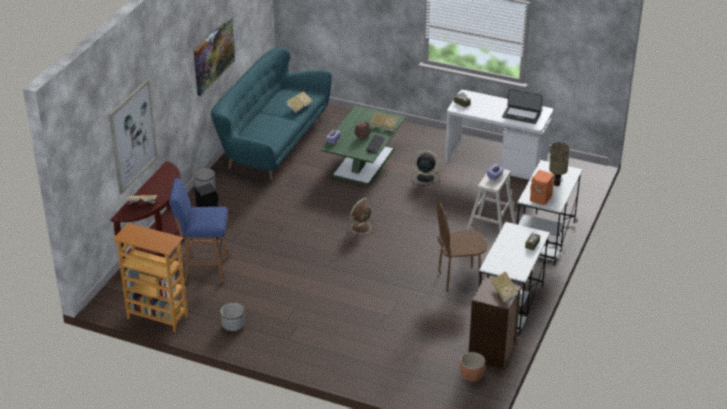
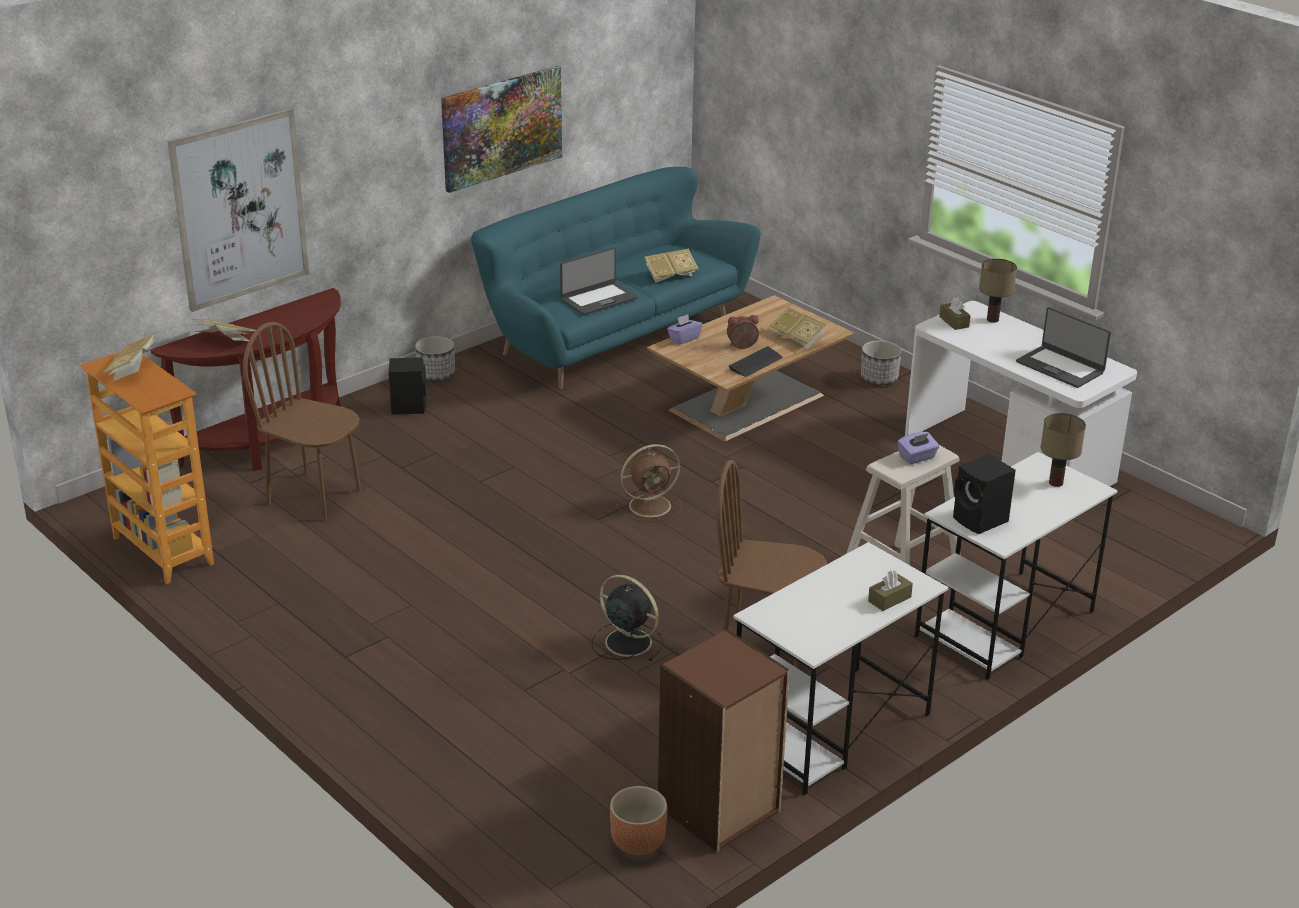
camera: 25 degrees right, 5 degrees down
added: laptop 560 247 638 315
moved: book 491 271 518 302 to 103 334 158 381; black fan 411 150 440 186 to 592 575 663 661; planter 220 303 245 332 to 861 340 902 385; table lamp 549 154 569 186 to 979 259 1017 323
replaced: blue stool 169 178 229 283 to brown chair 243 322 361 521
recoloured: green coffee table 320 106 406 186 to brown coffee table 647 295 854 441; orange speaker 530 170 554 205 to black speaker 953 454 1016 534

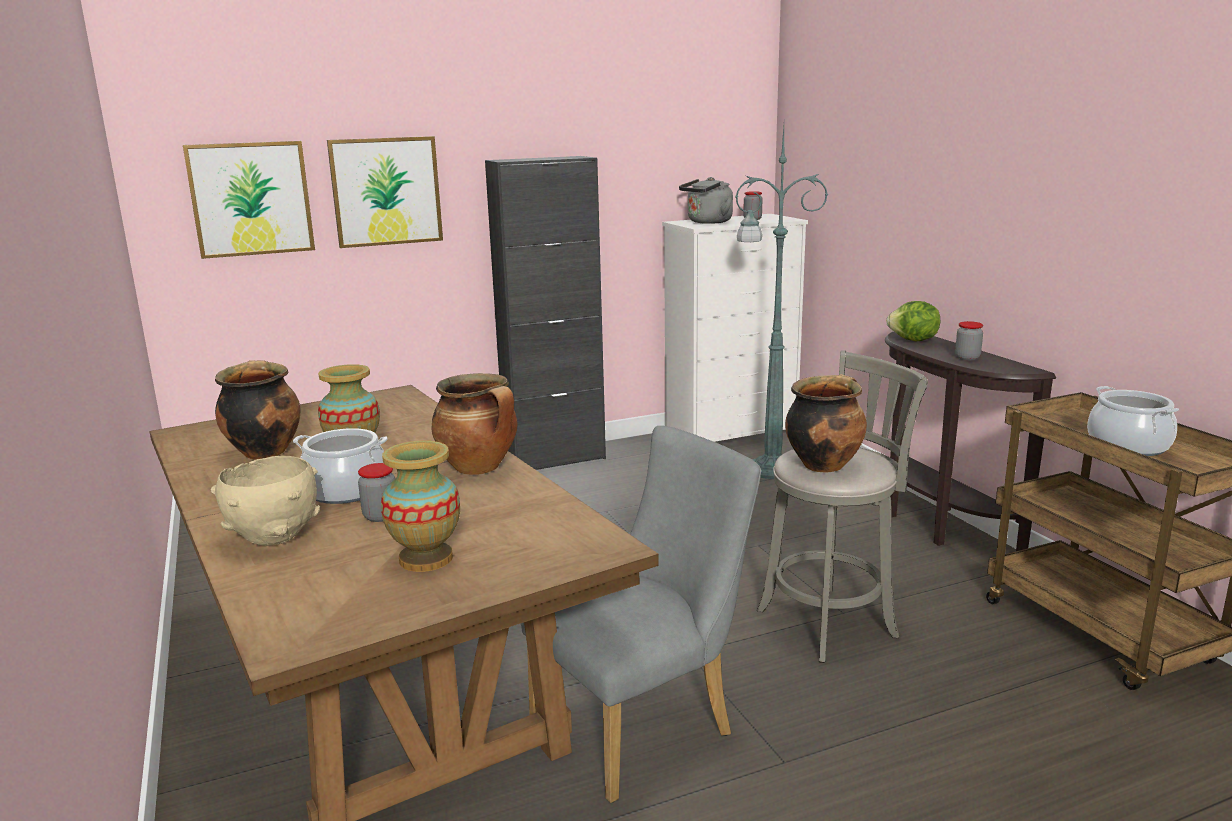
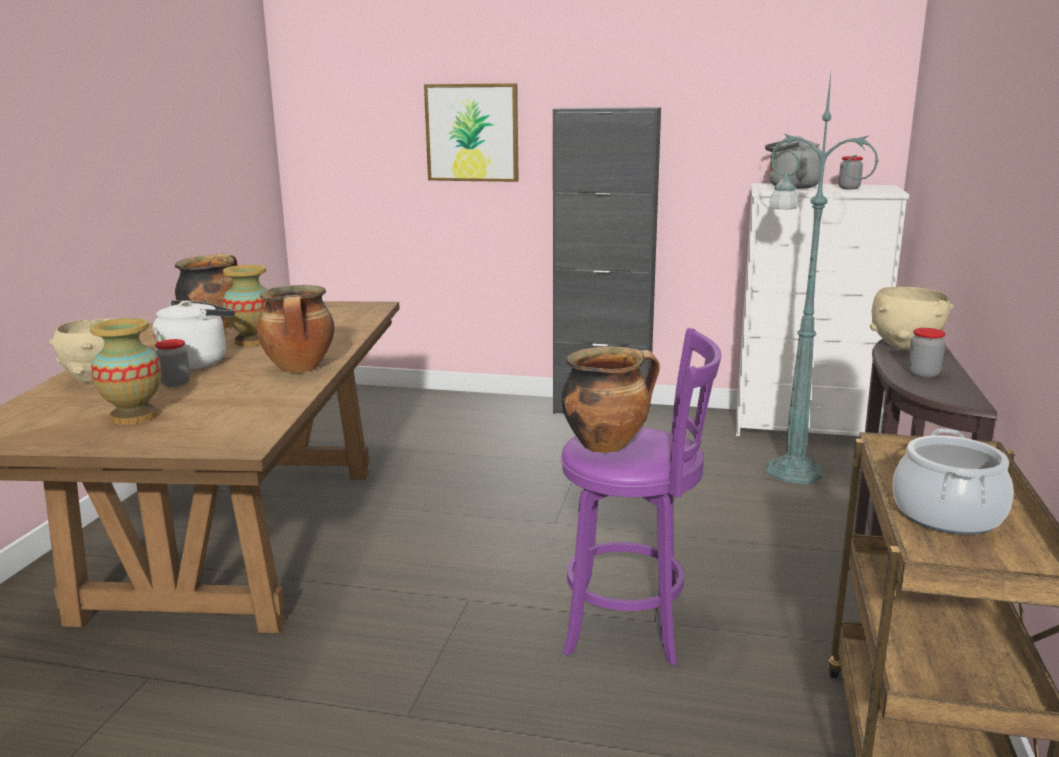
camera: 35 degrees right, 0 degrees up
removed: picture 183 141 315 259; grey chair 521 426 761 803
replaced: cooking pot 293 428 387 504 to white kettle 153 300 235 369; lettuce 886 301 940 342 to beige bowl 870 287 953 350
recoloured: grey stool 757 350 928 663 to purple stool 561 328 721 666

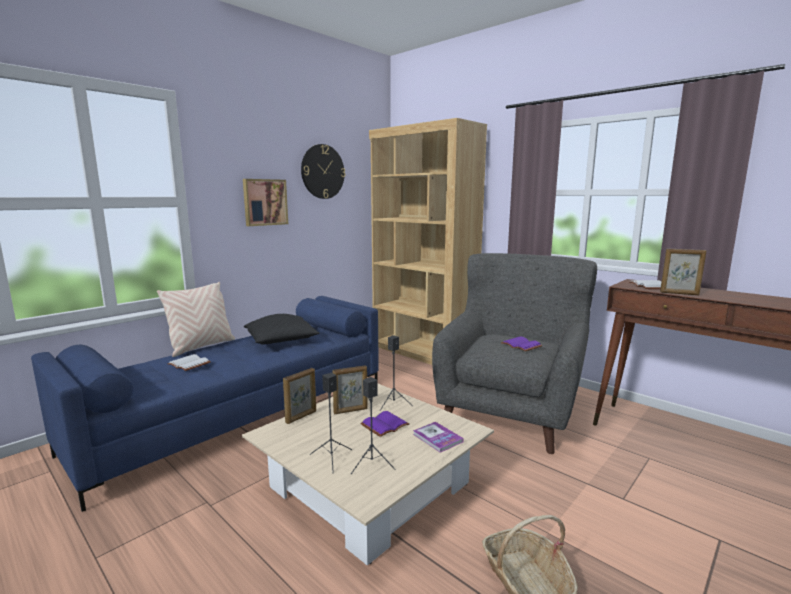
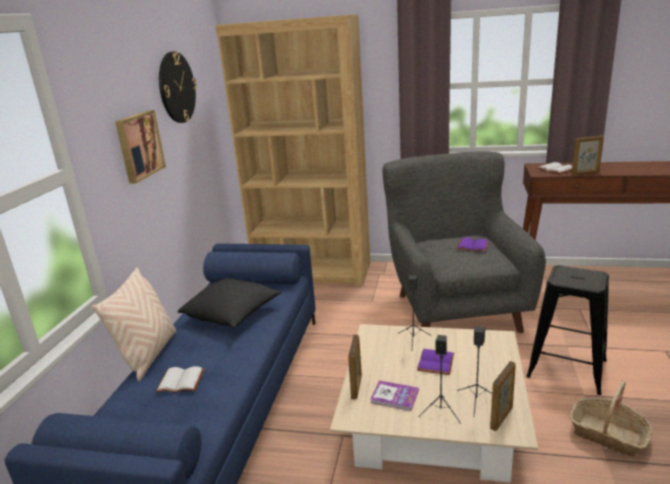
camera: 30 degrees left, 10 degrees up
added: black stool 526 265 609 395
moved: book 413 422 464 453 to 370 380 419 411; picture frame 332 365 367 414 to 490 361 516 431

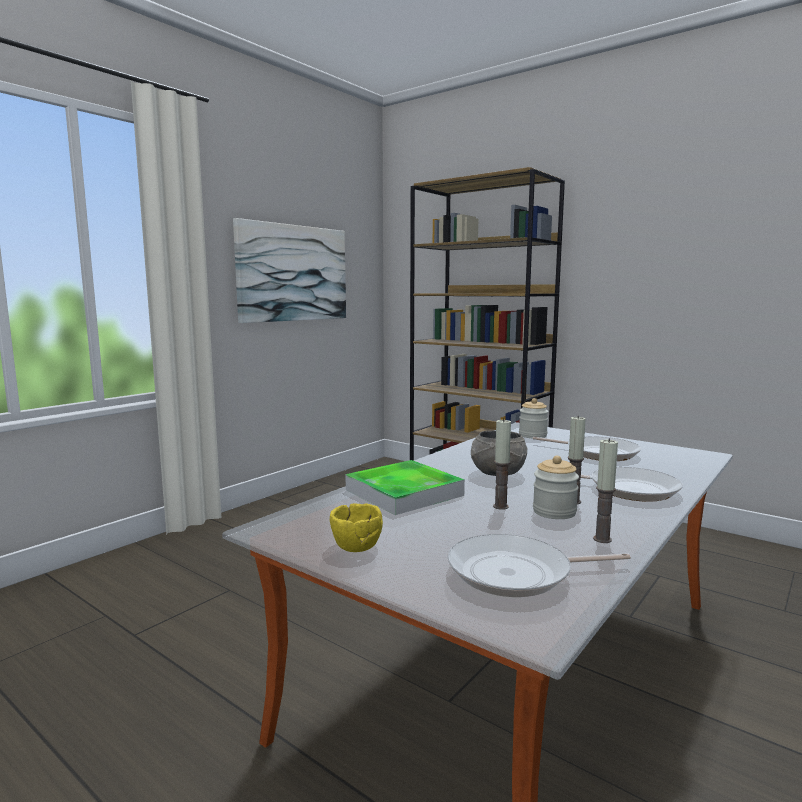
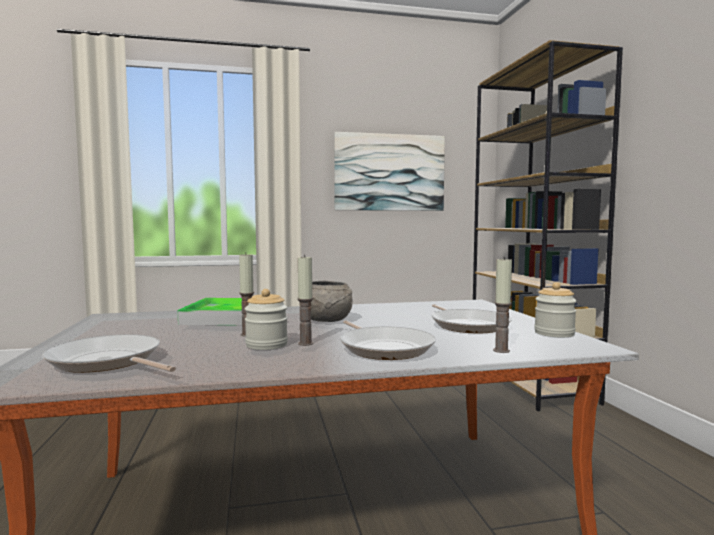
camera: 40 degrees right, 5 degrees down
removed: yellow bowl 330 503 383 552
moved: candle 593 438 618 543 to 493 257 512 353; jar 519 398 548 438 to 534 282 577 337

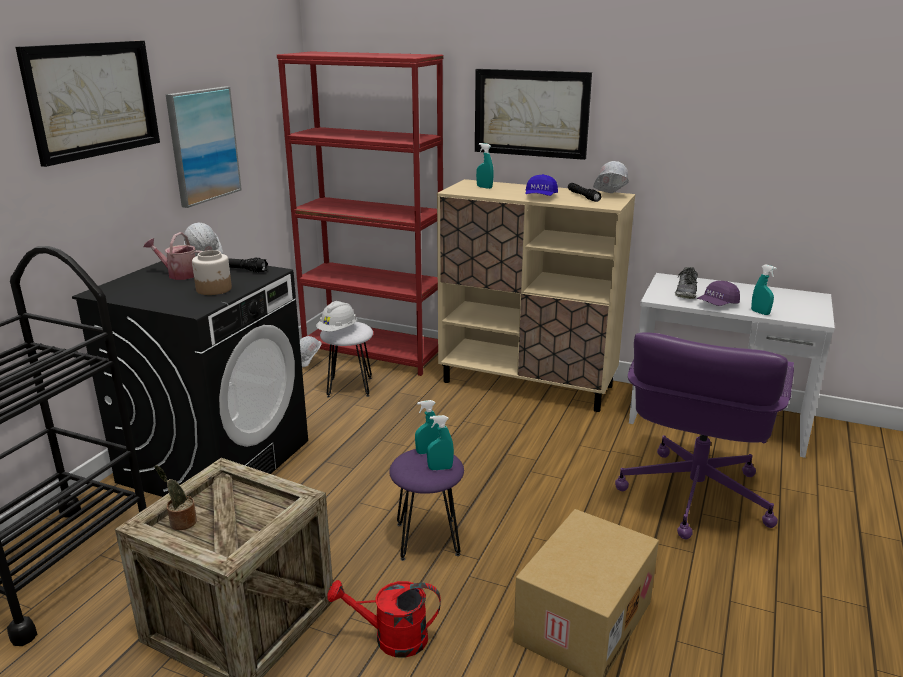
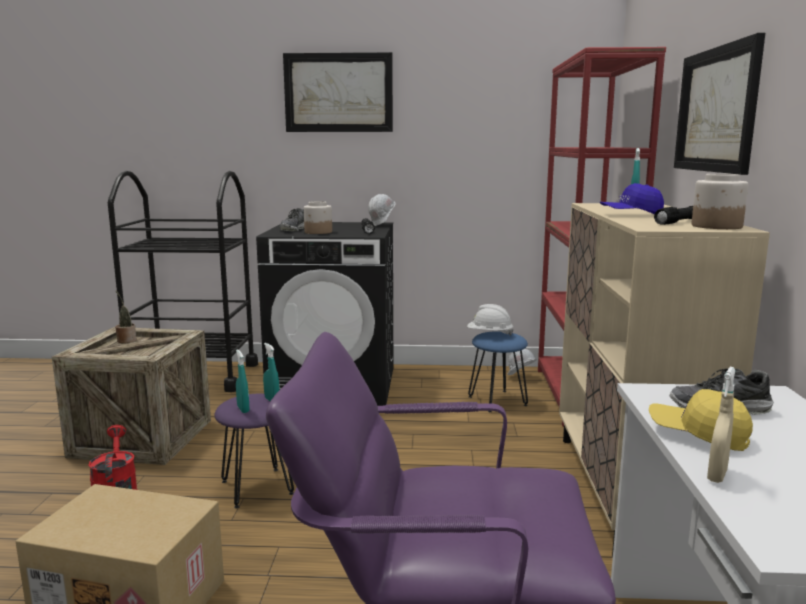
camera: 70 degrees right, 10 degrees down
removed: watering can 143 232 202 280; picture 166 86 242 208
added: shoe 280 208 304 231
replaced: white hard hat 593 161 629 193 to jar 692 174 748 229
recoloured: white stool 320 322 373 398 to blue stool 468 331 528 412; purple cap 697 281 740 306 to yellow cap 649 389 753 451; turquoise spray bottle 751 264 777 315 to beige spray bottle 707 367 736 483

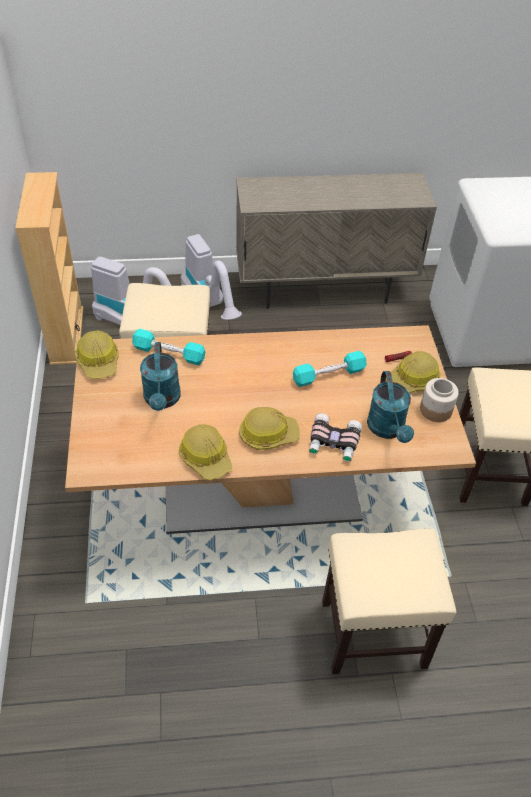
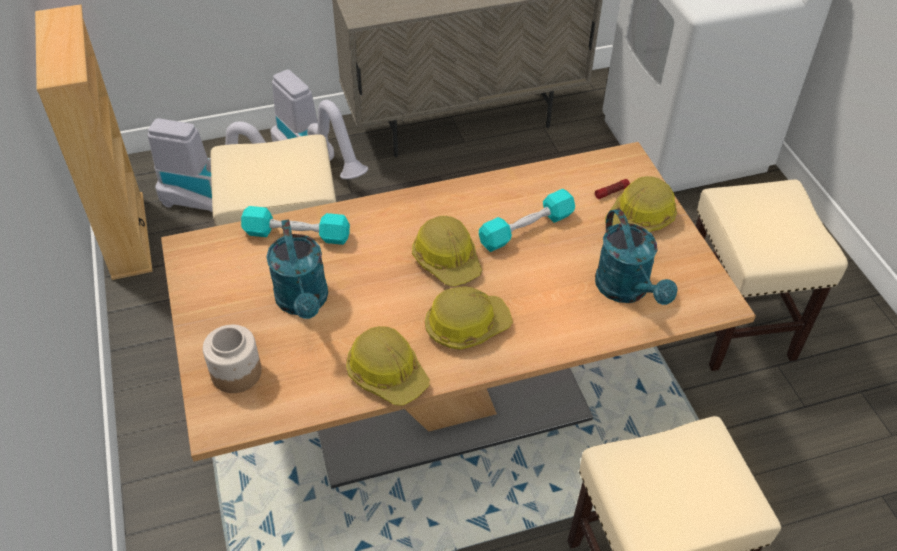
camera: 10 degrees left, 0 degrees up
removed: binoculars 309 413 362 462
moved: jar 420 378 459 422 to 203 325 262 393; hard hat 75 330 119 379 to 412 216 482 286

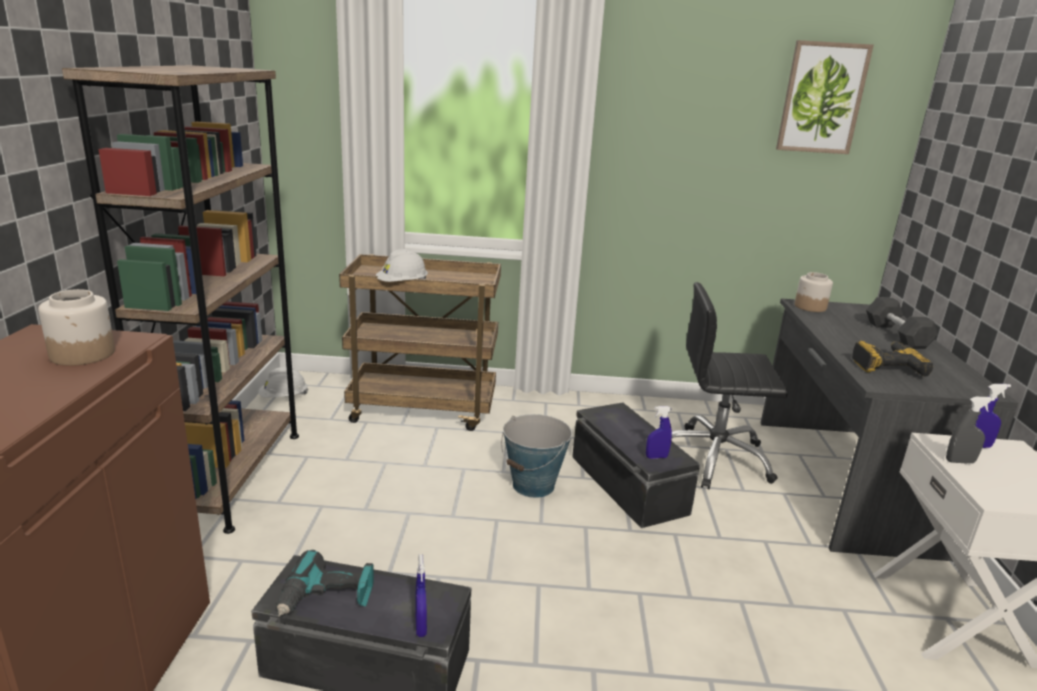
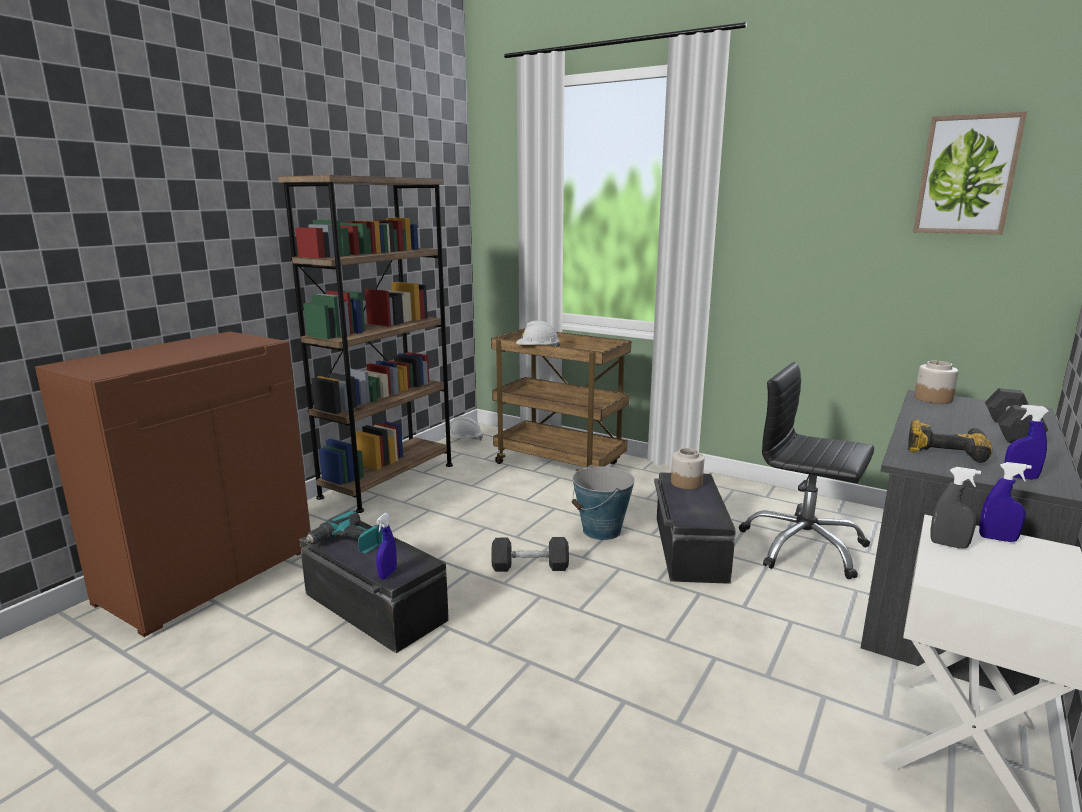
camera: 30 degrees right, 5 degrees down
added: grey dumbbell 491 537 569 572
moved: jar 38 289 115 366 to 671 448 704 489; blue spray bottle 646 406 672 459 to 1004 405 1049 480

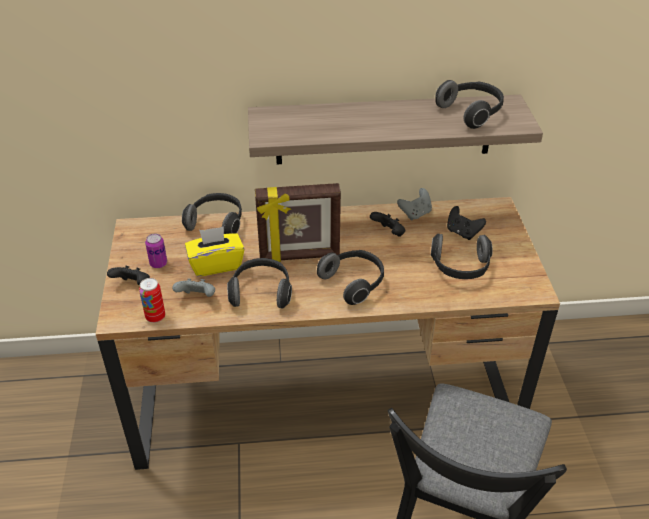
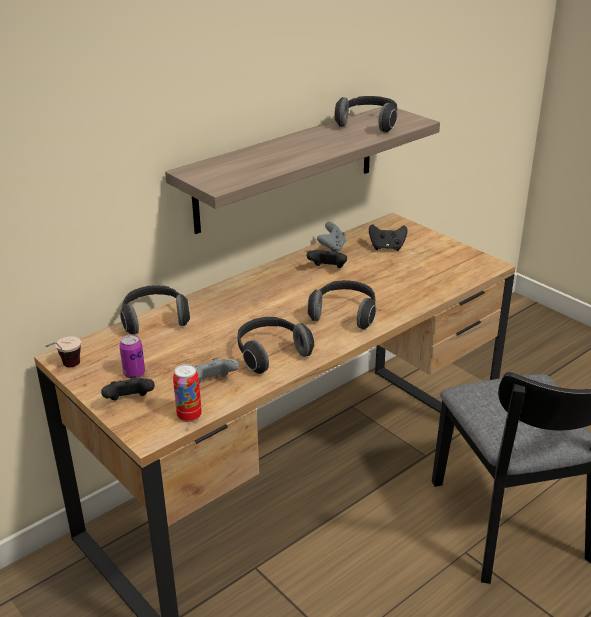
camera: 35 degrees left, 10 degrees down
removed: yellow tissue box 185 227 245 277; picture frame 255 183 341 262; headphones 430 233 493 279
added: cup 45 336 81 367

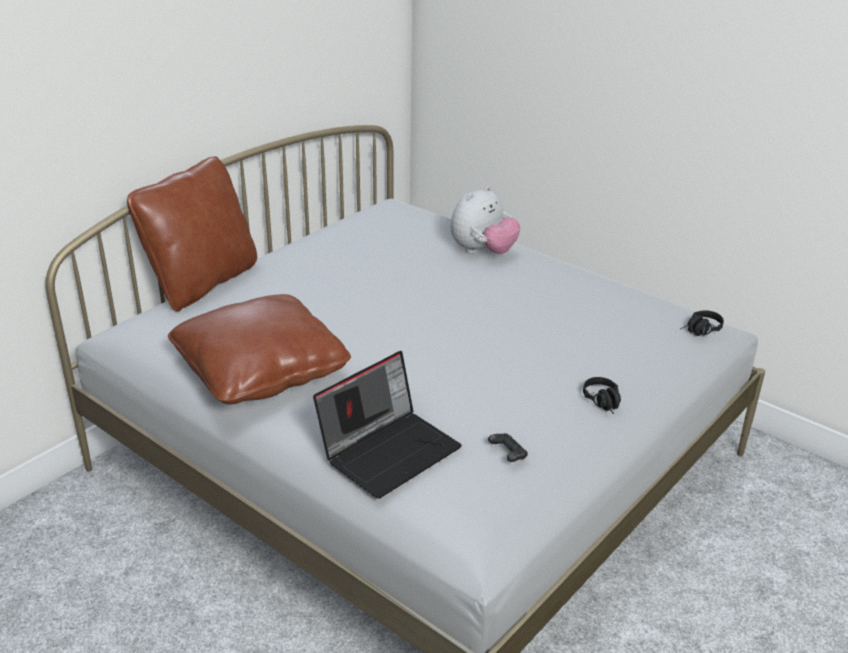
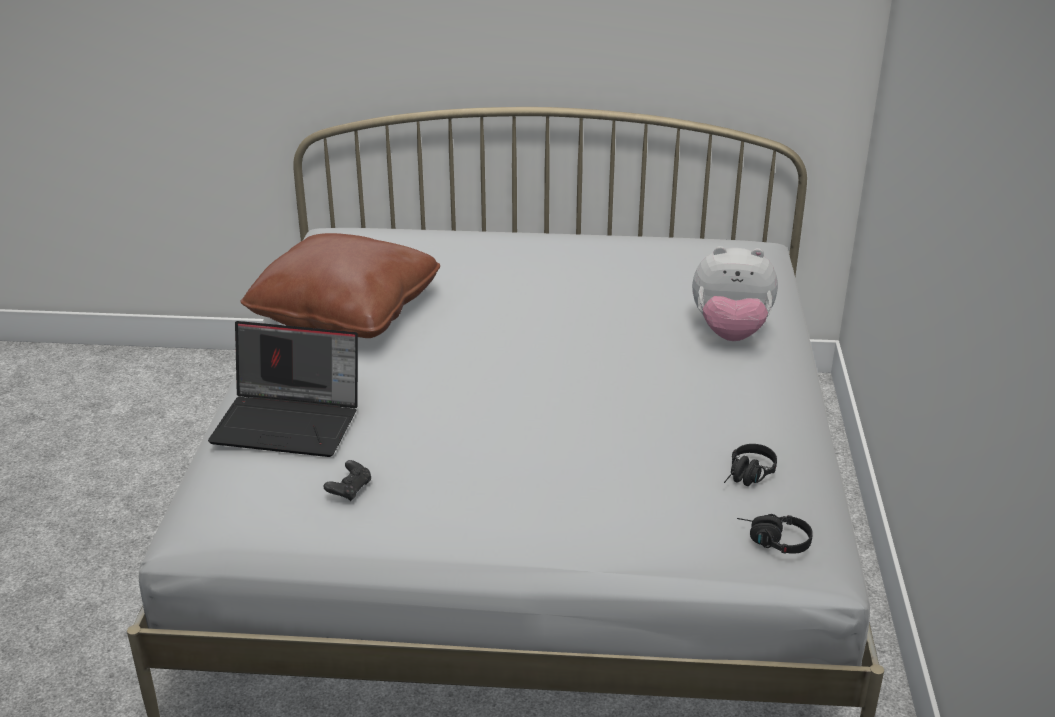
camera: 55 degrees right, 0 degrees up
removed: brown pillow 127 156 257 311
moved: black headphones 583 377 621 414 to 724 444 777 486

